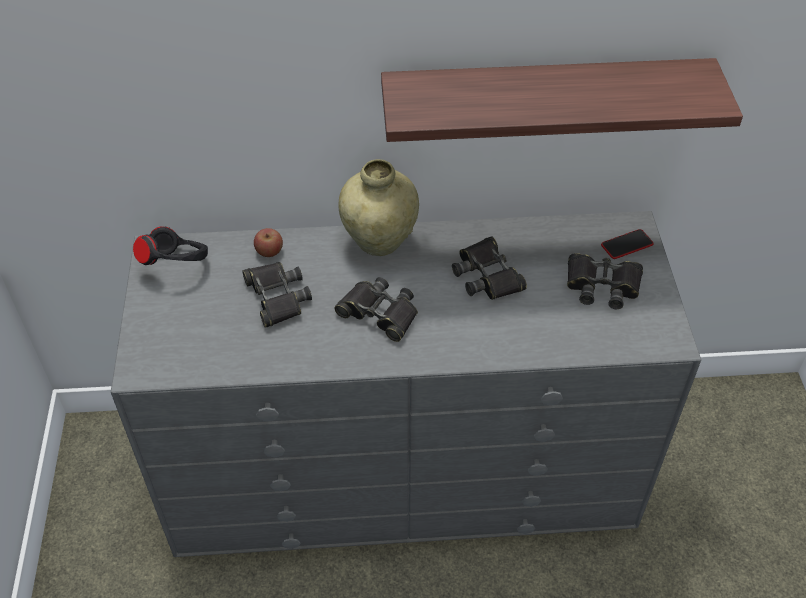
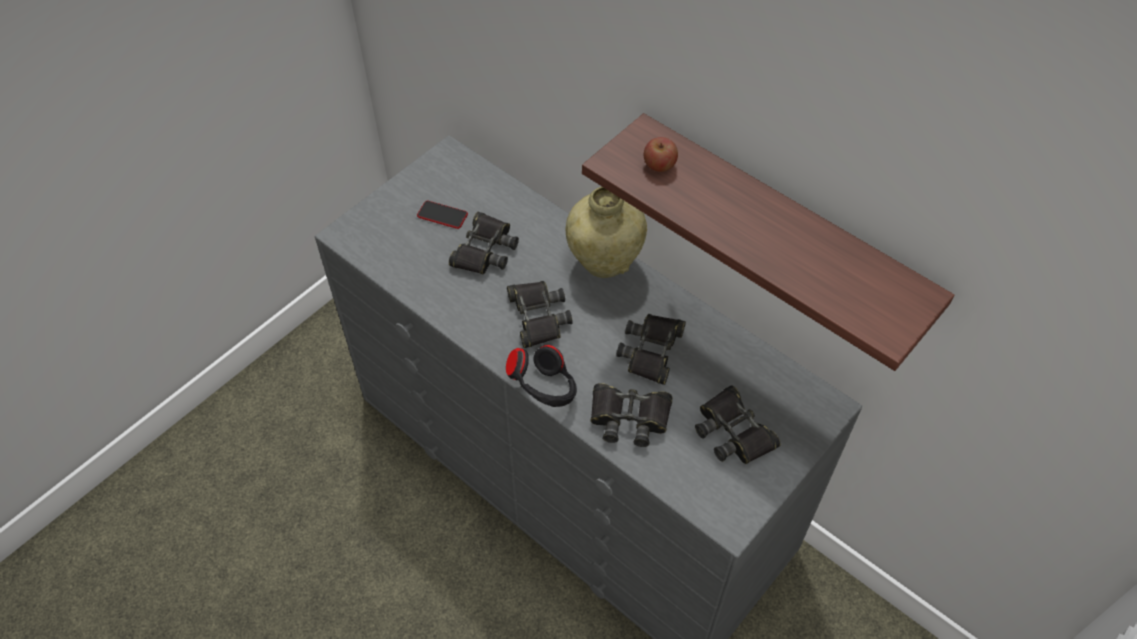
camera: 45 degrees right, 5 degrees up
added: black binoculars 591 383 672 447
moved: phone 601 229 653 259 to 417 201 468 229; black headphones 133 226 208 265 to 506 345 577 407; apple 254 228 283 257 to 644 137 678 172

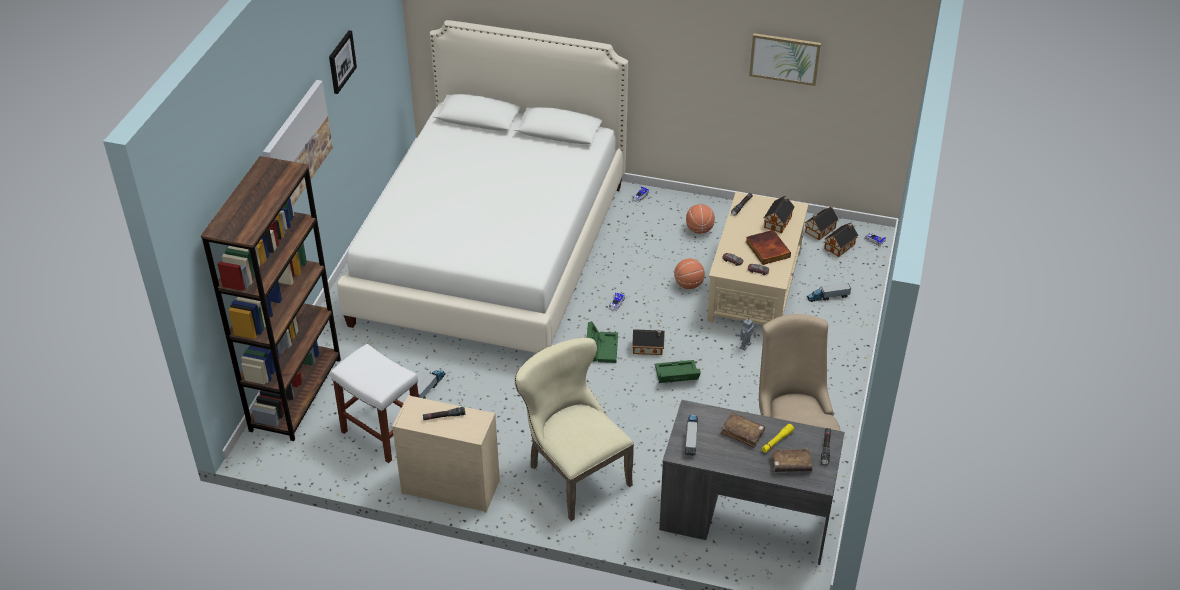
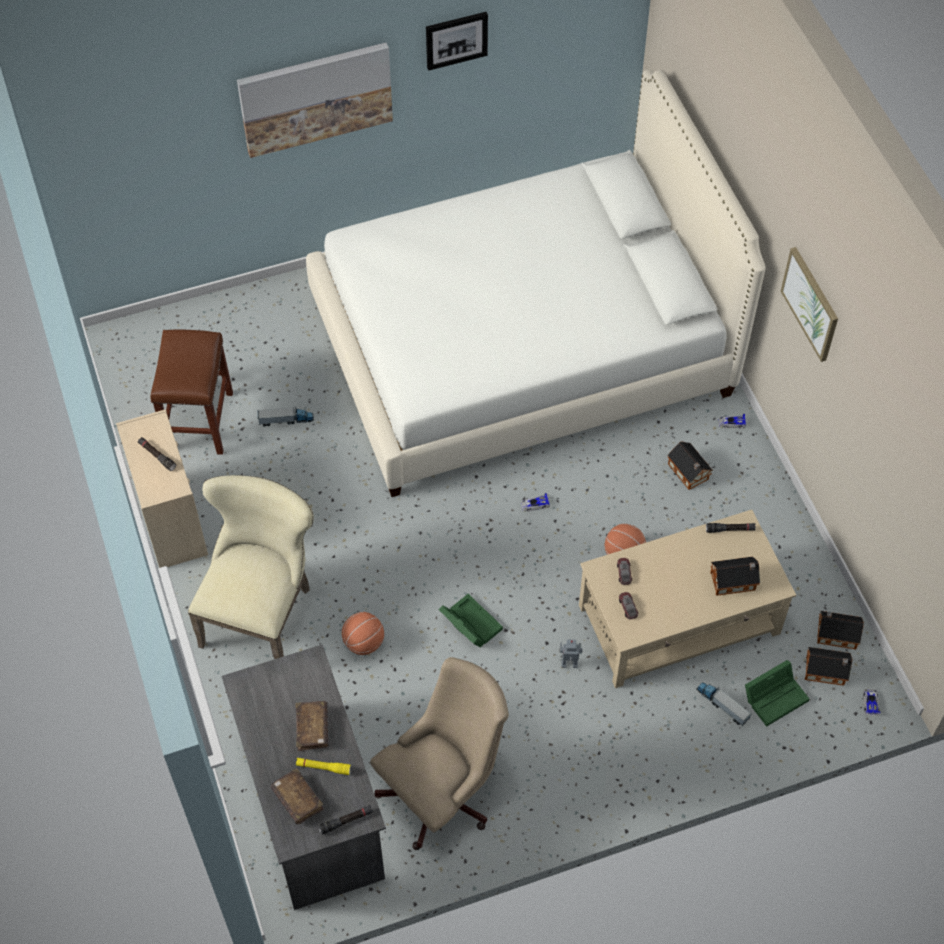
camera: 55 degrees right, 15 degrees up
removed: brown bookcase 201 156 341 441; toy truck 685 415 698 456; book 746 230 791 265
moved: basketball 686 204 715 234 to 342 612 384 655; toy house 632 329 665 355 to 667 441 713 490; green storage box 587 321 618 363 to 745 660 810 727; picture 749 33 821 86 to 781 247 838 362
recoloured: white stool 331 344 419 463 to brown stool 150 329 233 455

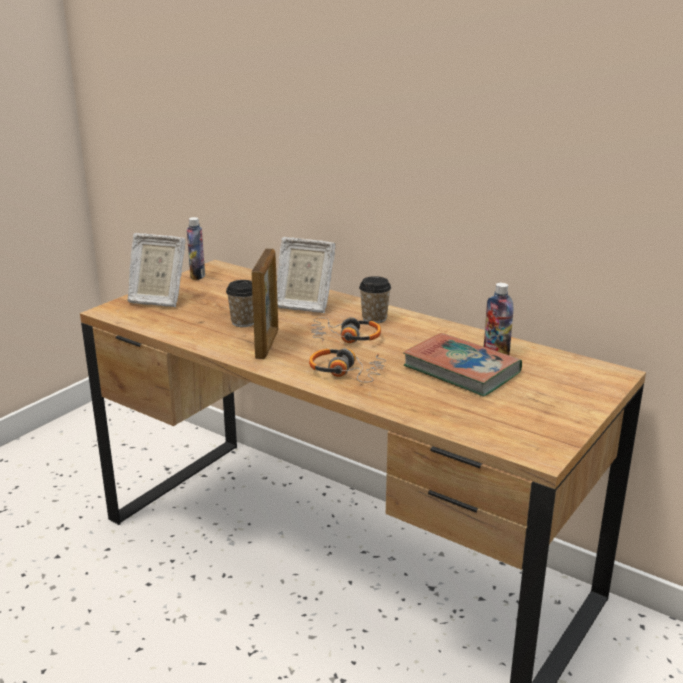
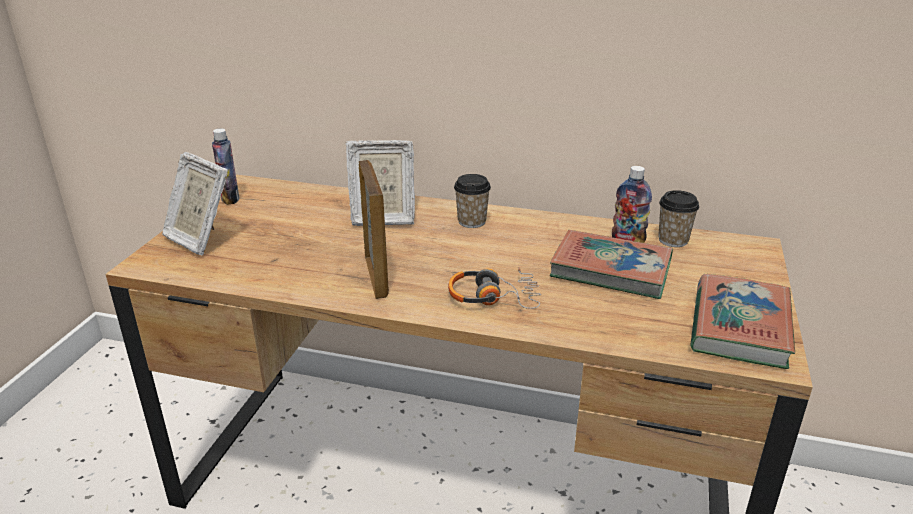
camera: 20 degrees left, 5 degrees up
removed: headphones 311 317 381 343
added: book 690 274 795 369
moved: cup 226 280 254 327 to 658 190 699 247
turned: picture frame 128 233 186 307 = 162 152 228 255 45 degrees clockwise

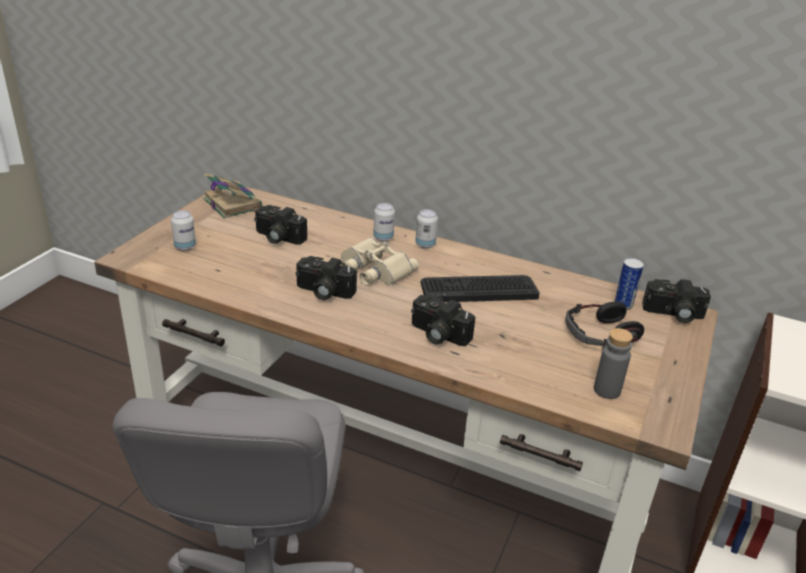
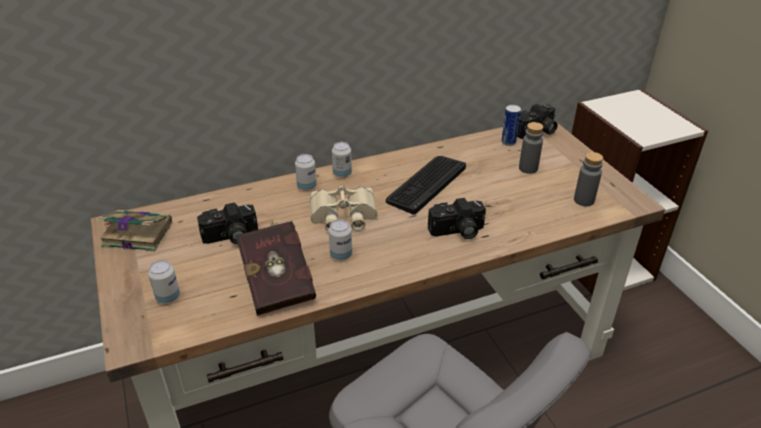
camera: 45 degrees left, 5 degrees up
added: red book 236 220 316 316
replaced: photo camera 296 256 357 300 to can 329 219 352 260; headphones 565 301 644 349 to grey bottle 519 122 543 174

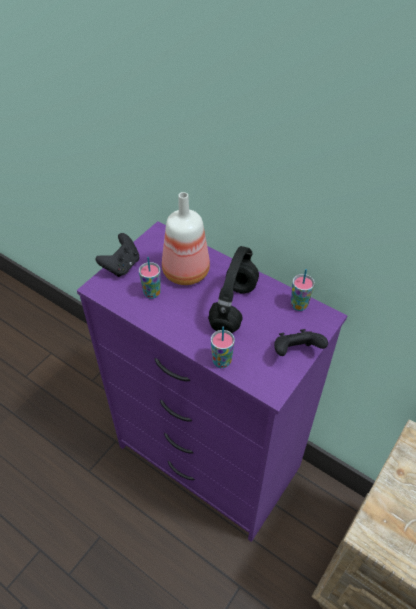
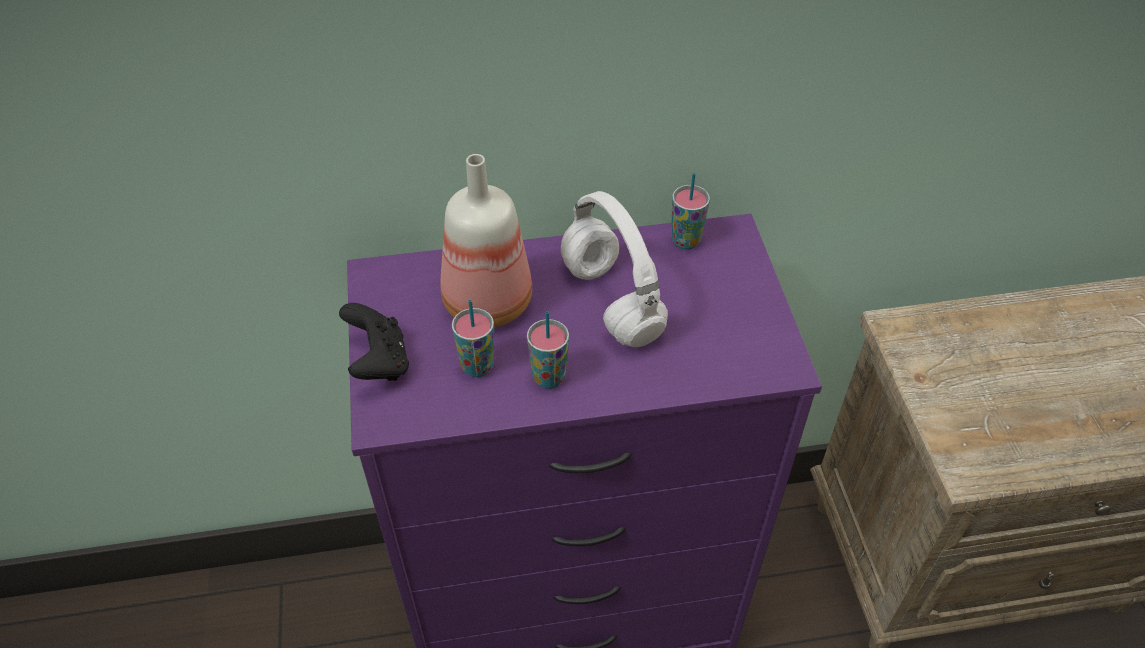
camera: 45 degrees left, 0 degrees up
removed: black game controller 274 329 328 356
moved: cup 211 326 235 368 to 527 311 569 389
recoloured: black headphones 208 246 259 333 to white headphones 561 191 668 347

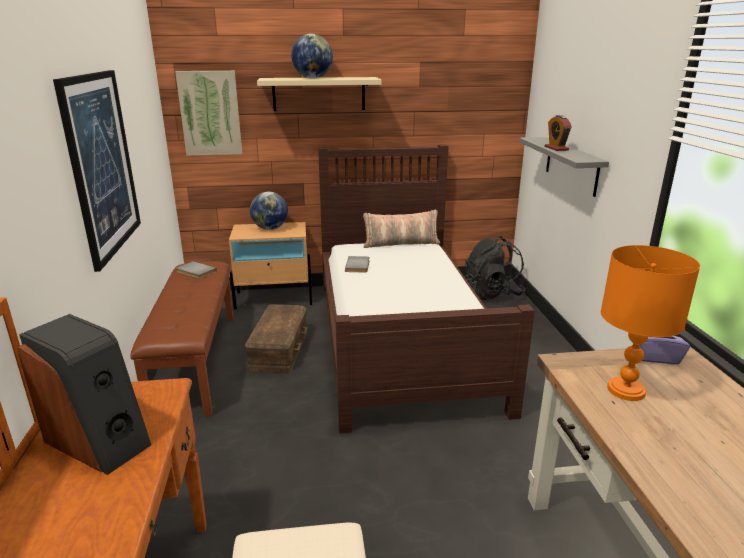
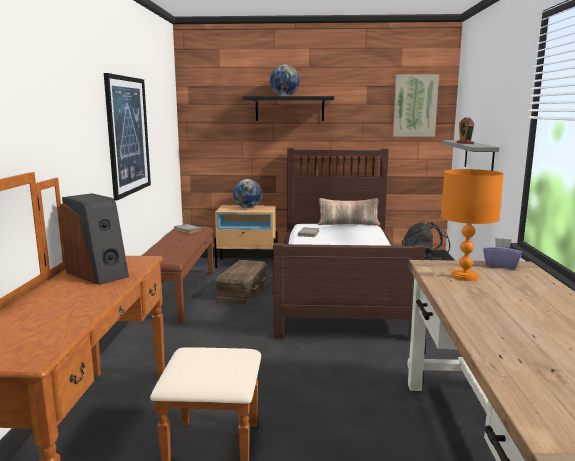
camera: 10 degrees right, 10 degrees down
moved: picture 175 71 242 156 to 393 74 439 137
recoloured: beige shelf 257 77 381 111 to black shelf 243 96 334 121

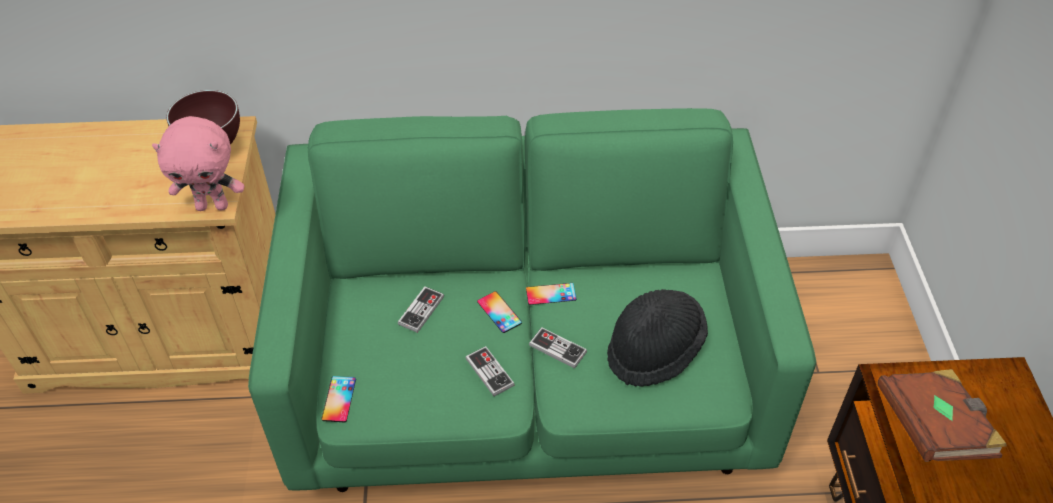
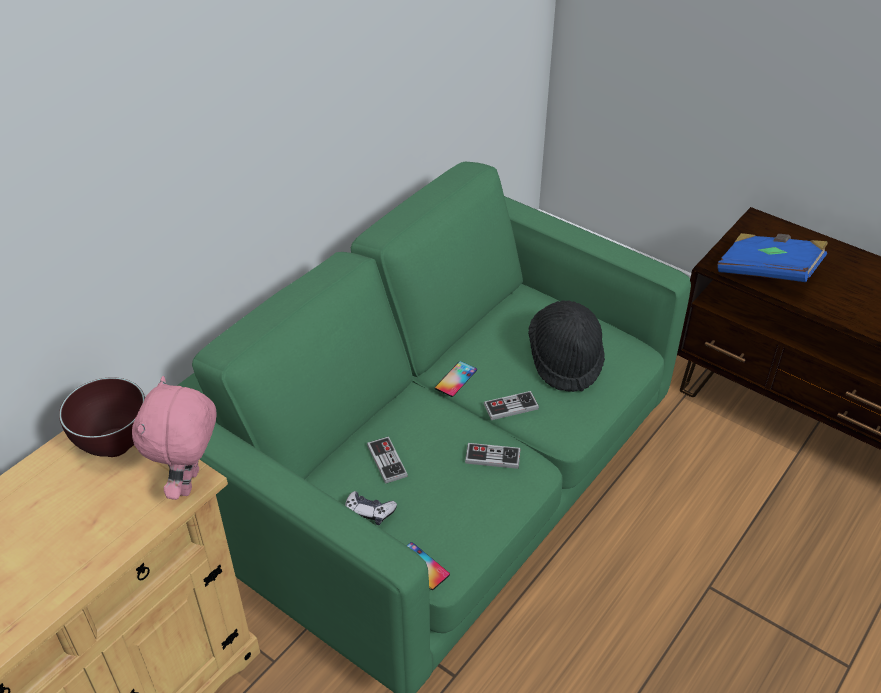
camera: 50 degrees left, 5 degrees down
removed: phone 477 291 522 333
added: game controller 345 491 397 525
recoloured: brown book 878 369 1007 462 to blue book 718 233 828 282
turned: pink plush toy 152 116 244 211 = 132 376 216 500 150 degrees clockwise

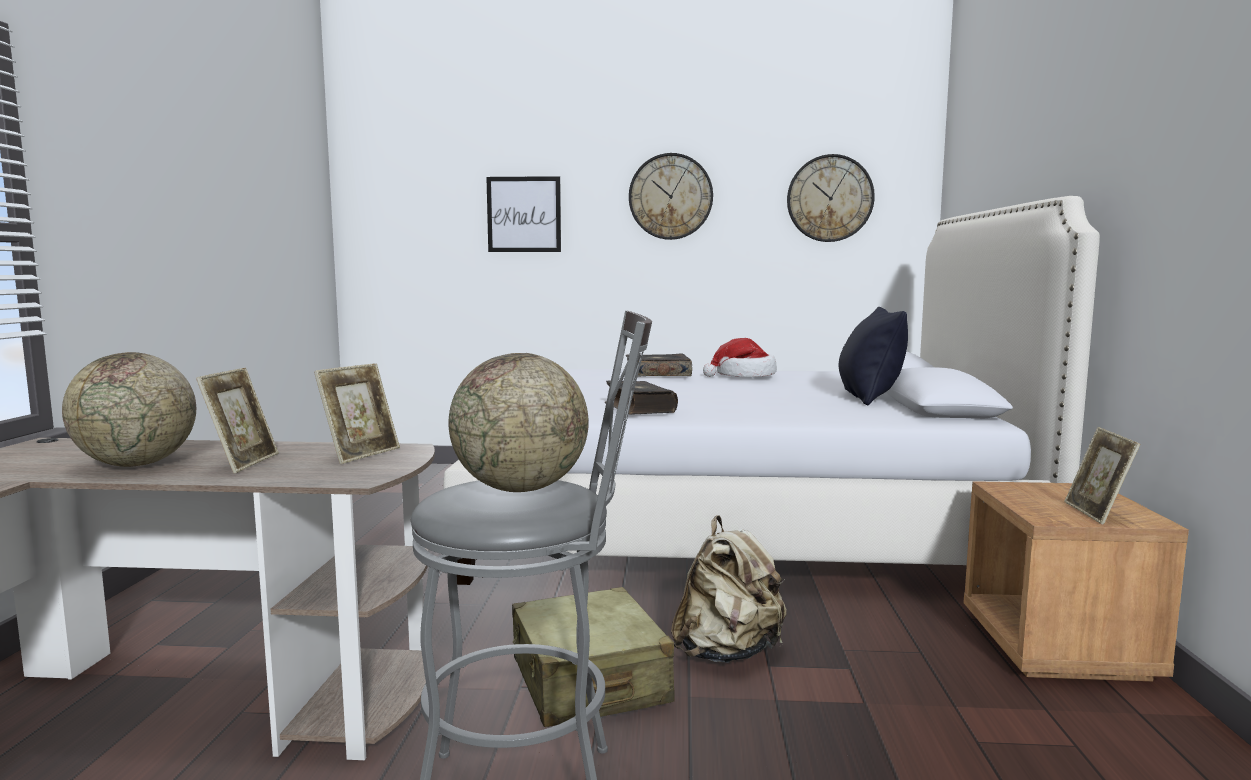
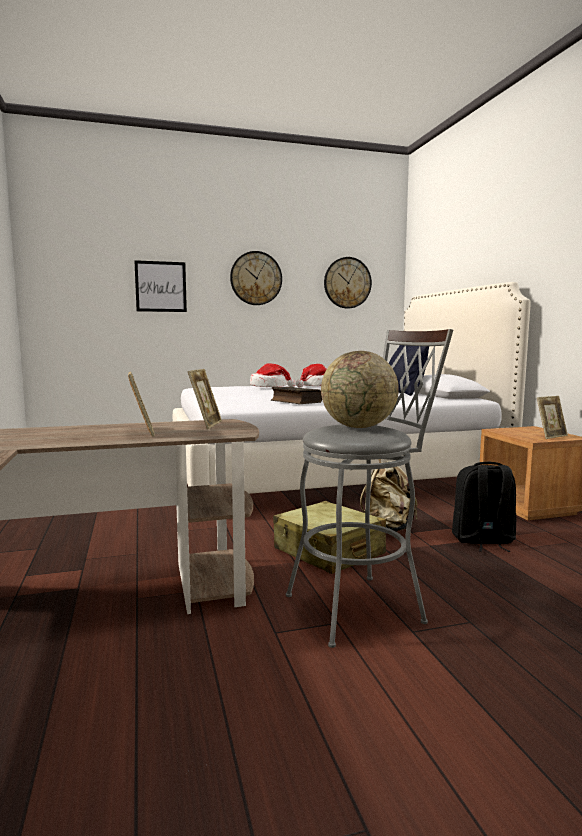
camera: 20 degrees left, 0 degrees up
removed: globe 62 352 196 467
added: black backpack 452 462 516 552
replaced: book 626 353 692 376 to hat 250 363 296 387
turned: picture frame 1064 427 1140 525 = 537 396 568 439 105 degrees counterclockwise

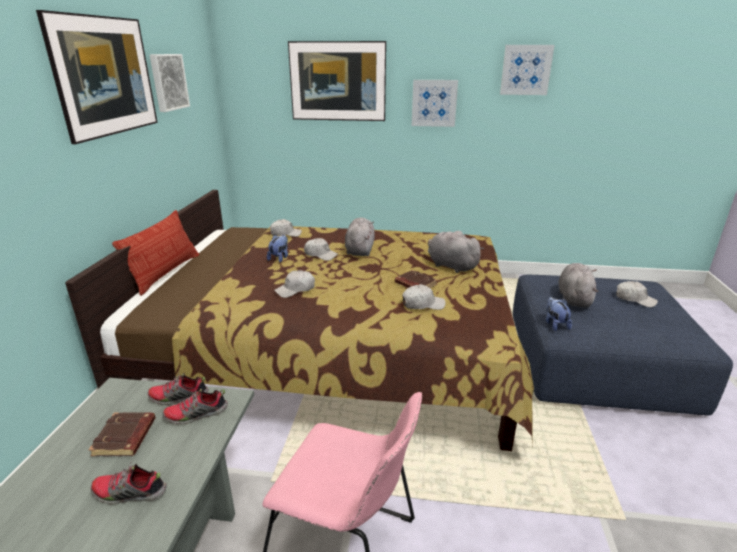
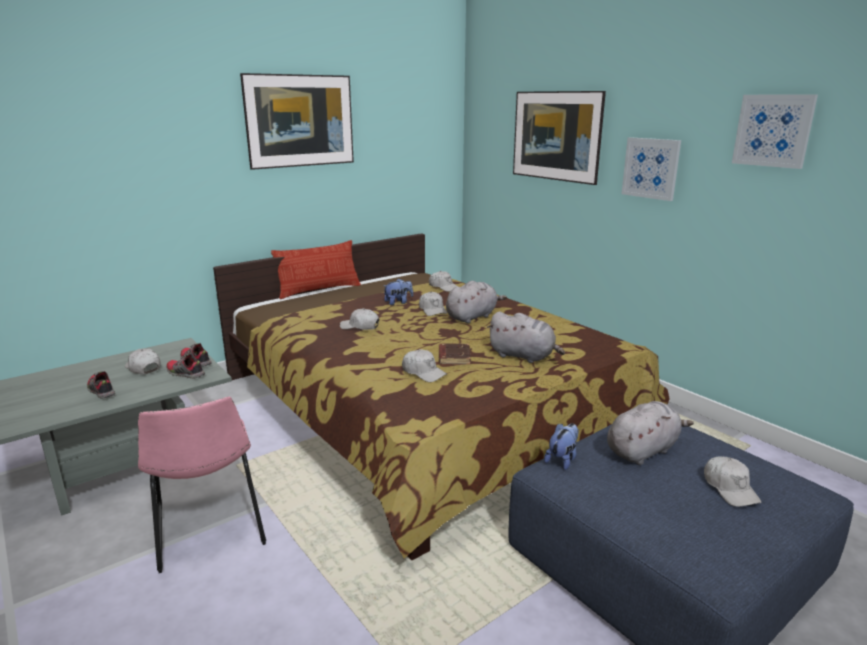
camera: 45 degrees right, 5 degrees down
removed: picture 150 54 190 112
replaced: brown book 89 412 156 456 to white cap 125 349 161 374
turned: grey plush toy 428 231 484 273 = 487 311 565 363 120 degrees clockwise

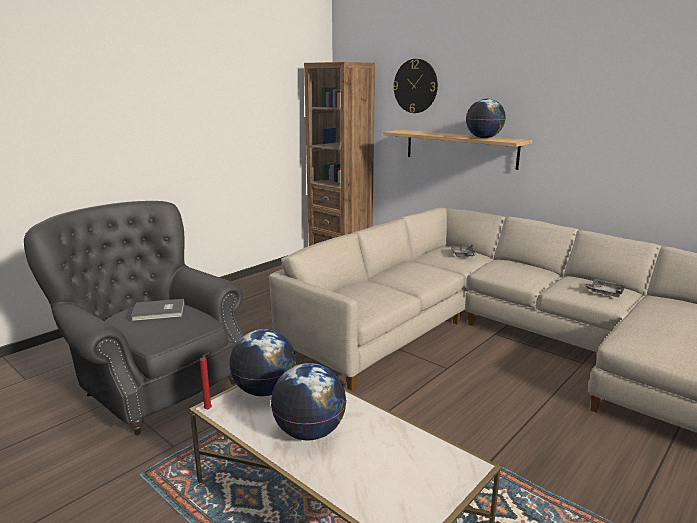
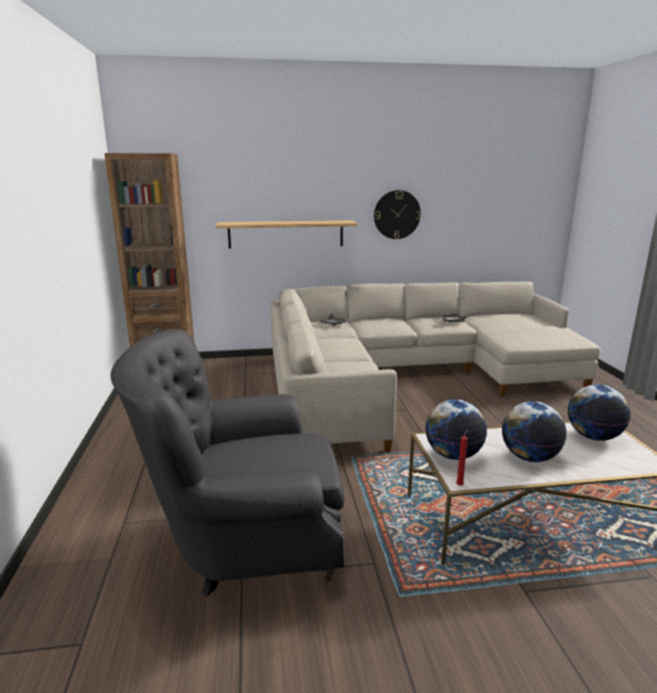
camera: 50 degrees left, 0 degrees up
removed: grey book 131 299 184 321
moved: wall clock 393 59 438 113 to 374 190 421 239; globe 466 99 506 138 to 568 384 631 441

